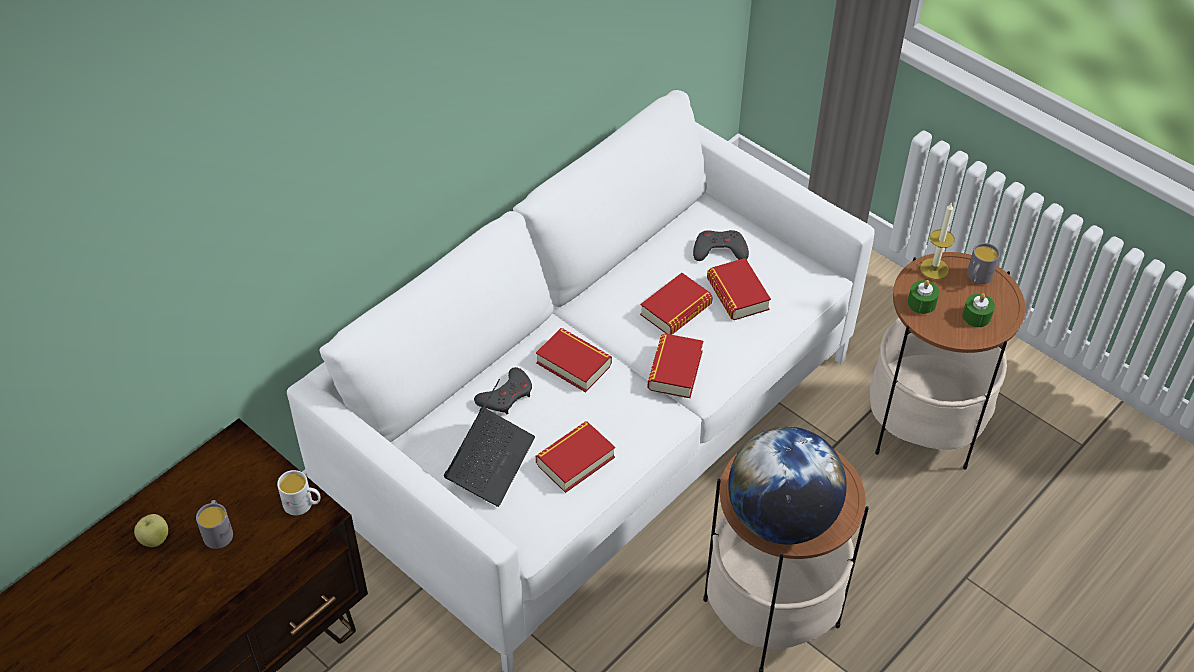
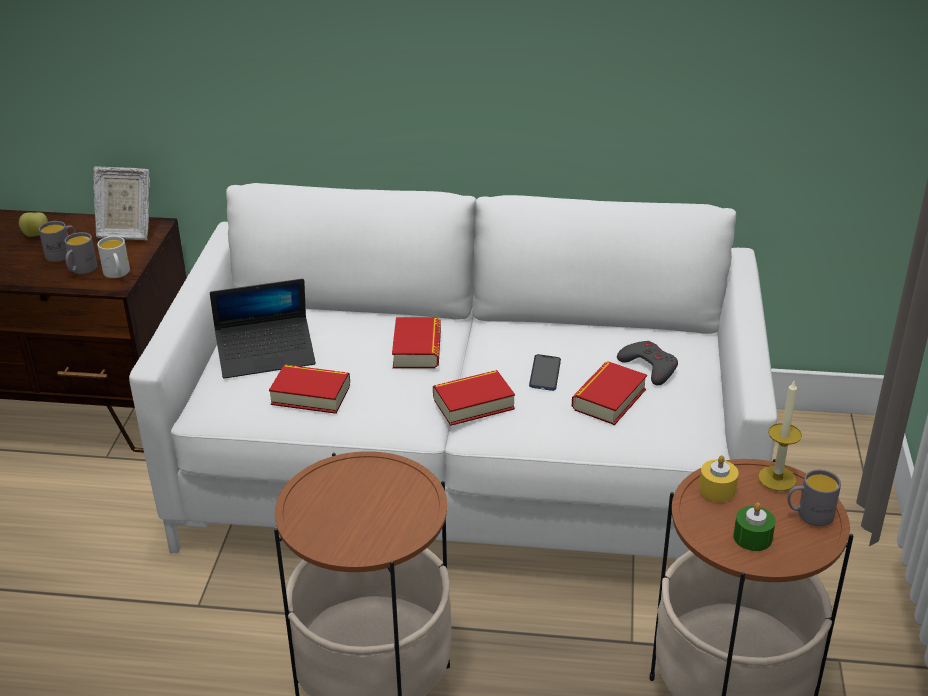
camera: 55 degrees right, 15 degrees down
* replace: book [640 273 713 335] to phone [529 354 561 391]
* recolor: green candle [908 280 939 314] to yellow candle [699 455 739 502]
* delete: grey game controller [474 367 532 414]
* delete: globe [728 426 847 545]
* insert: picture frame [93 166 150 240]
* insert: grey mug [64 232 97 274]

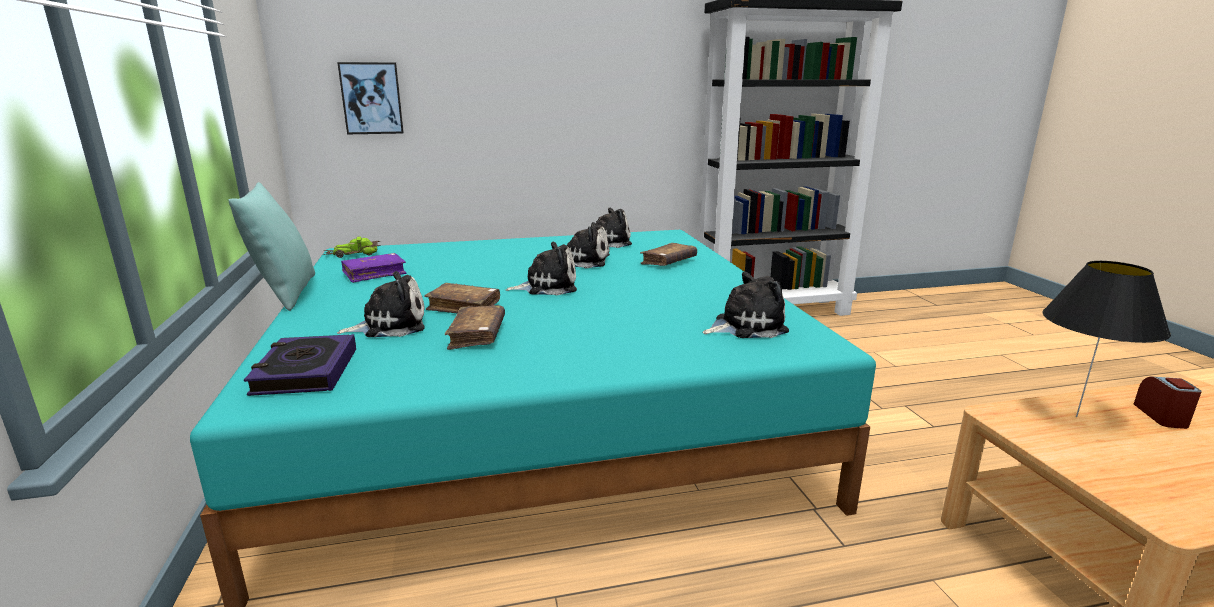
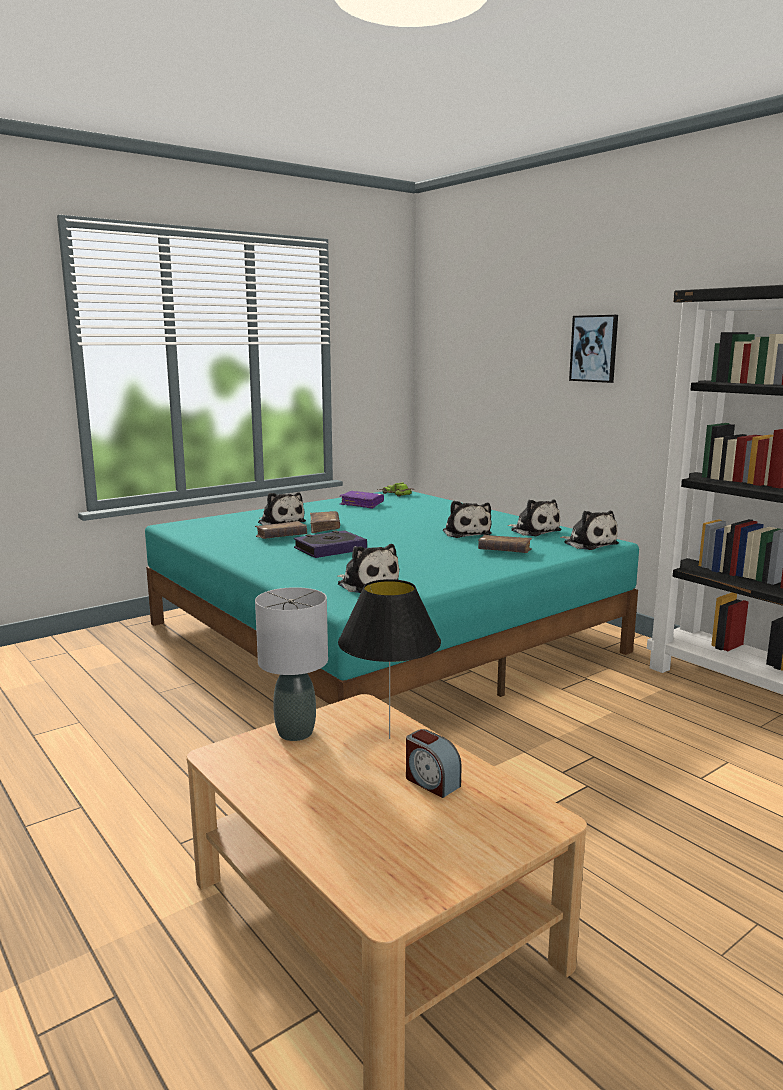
camera: 65 degrees right, 5 degrees down
* move: picture [337 62 404 134] to [569 315 618 383]
* delete: turquoise pillow [228 182 315 311]
* move: plush toy [505 242 577 295] to [560 511 619 550]
* move: book [244 334 356 396] to [294 530 367 558]
* rotate: alarm clock [1134 376 1202 429] = [406 729 462 798] 60 degrees clockwise
* insert: grey table lamp [255 587 328 741]

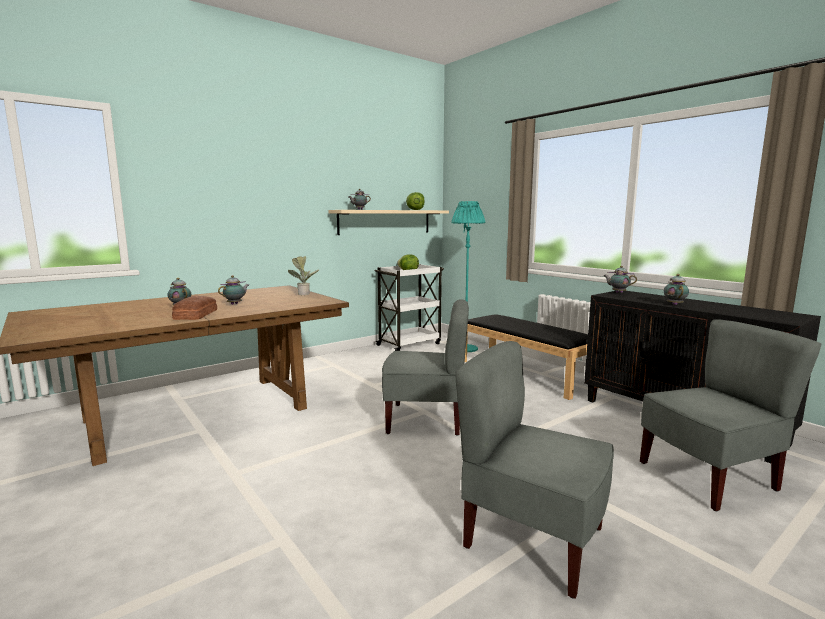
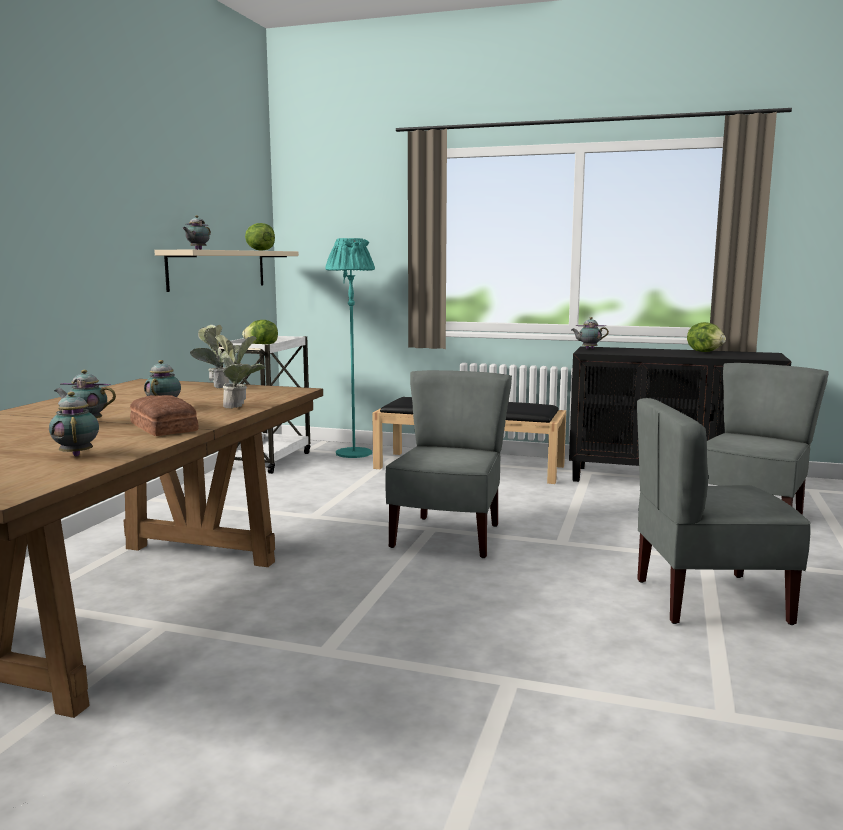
camera: 35 degrees left, 0 degrees up
* move: teapot [664 274 689 305] to [49 392 99 456]
* rotate: grey chair [382 300 469 436] = [386 370 512 558] 45 degrees counterclockwise
* insert: lettuce [687 322 726 352]
* insert: potted plant [215 335 265 409]

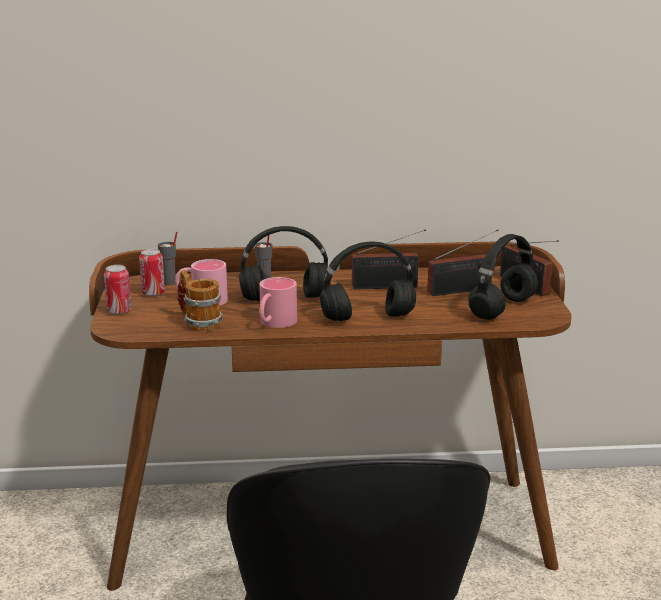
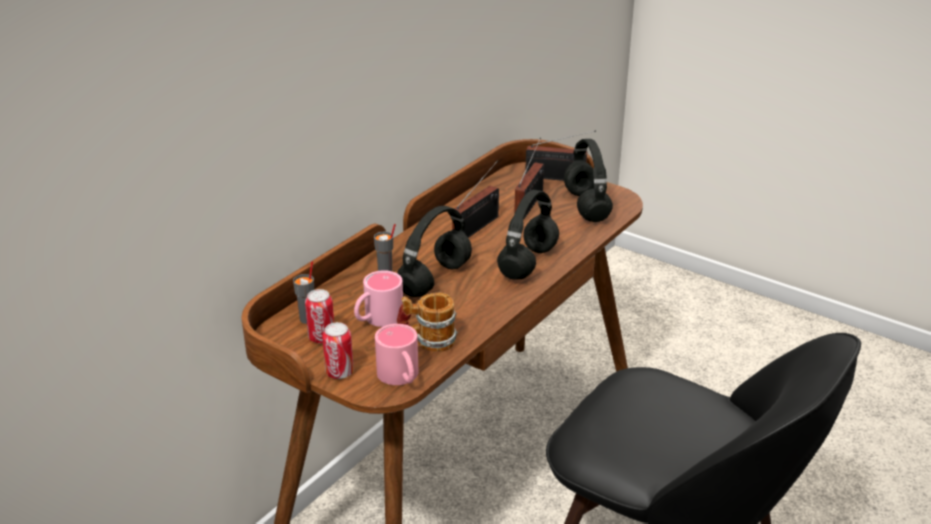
camera: 50 degrees left, 10 degrees up
* move: pink mug [259 277 297 328] to [375 324 418 385]

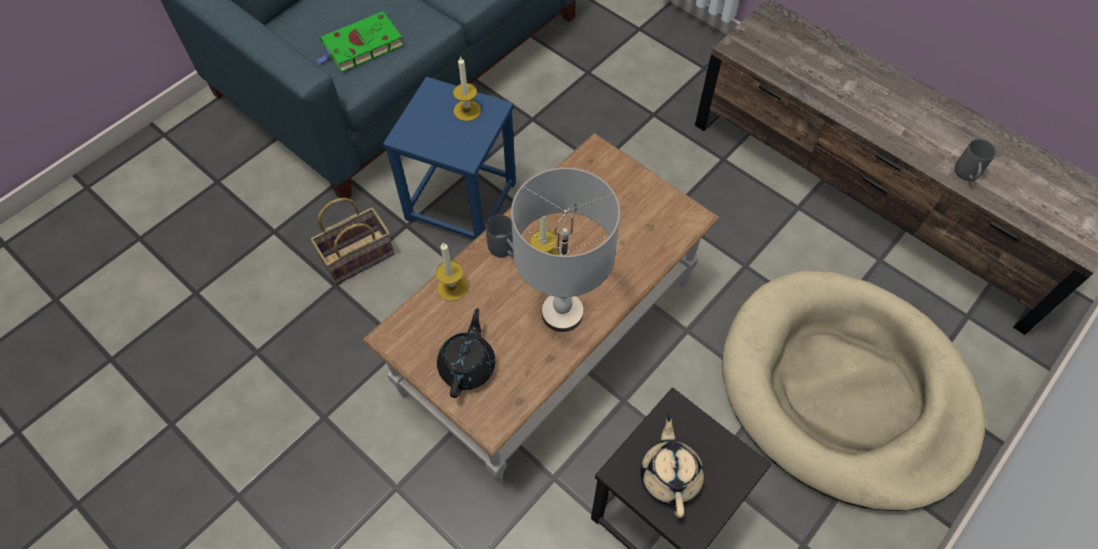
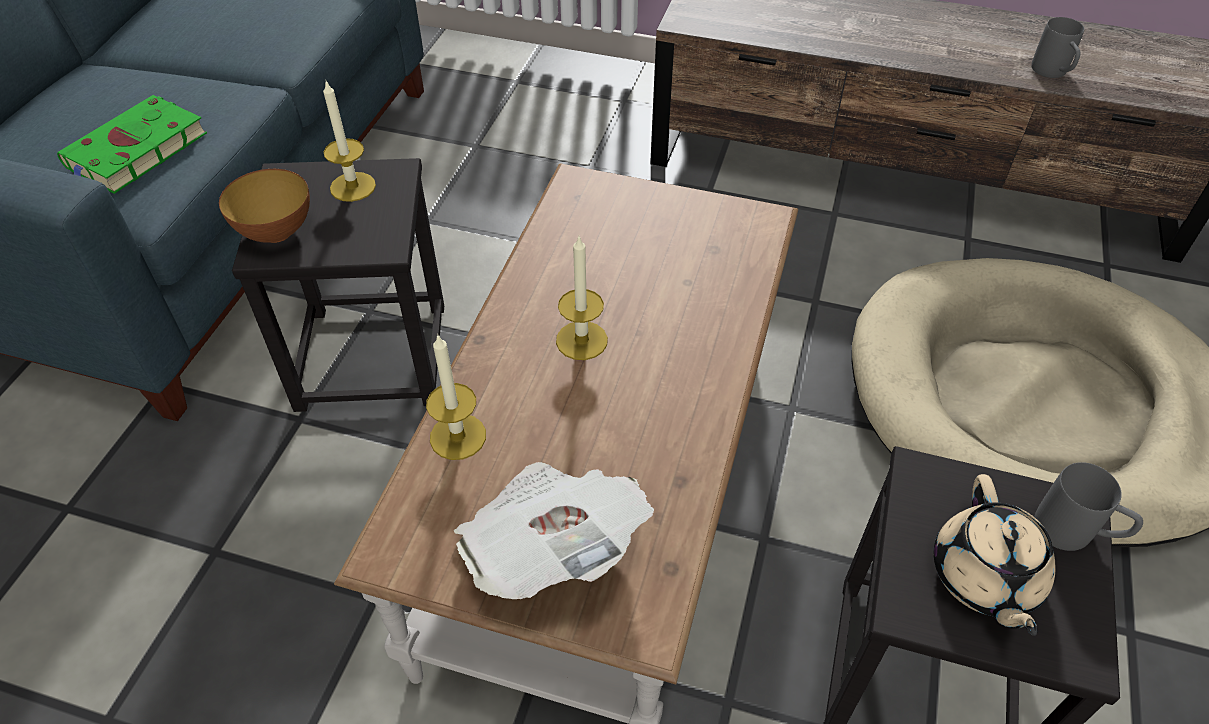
camera: 25 degrees left, 10 degrees down
* recolor: blue stool [383 77 516 239] to black stool [232 158 444 412]
* delete: grey table lamp [511 168 620 332]
* delete: basket [311 198 395 285]
* move: grey mug [486 215 514 257] to [1034 462 1143 551]
* replace: black teapot [437 308 495 398] to newspaper [454 462 654 599]
* rotate: beige teapot [640 413 704 518] = [933 474 1056 636] 150 degrees counterclockwise
* insert: bowl [219 169 310 243]

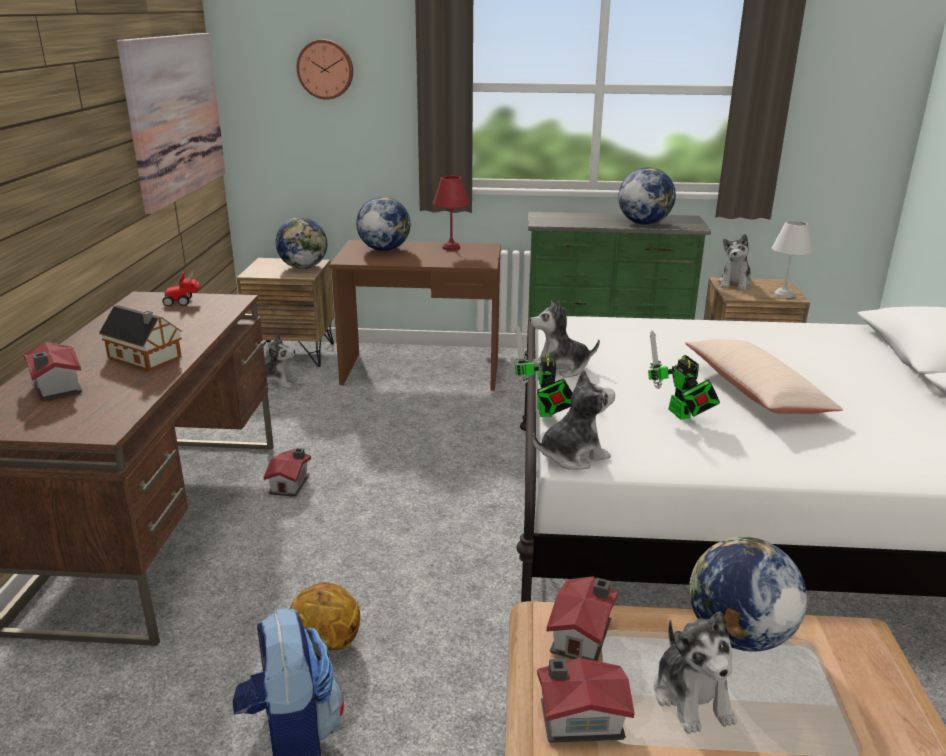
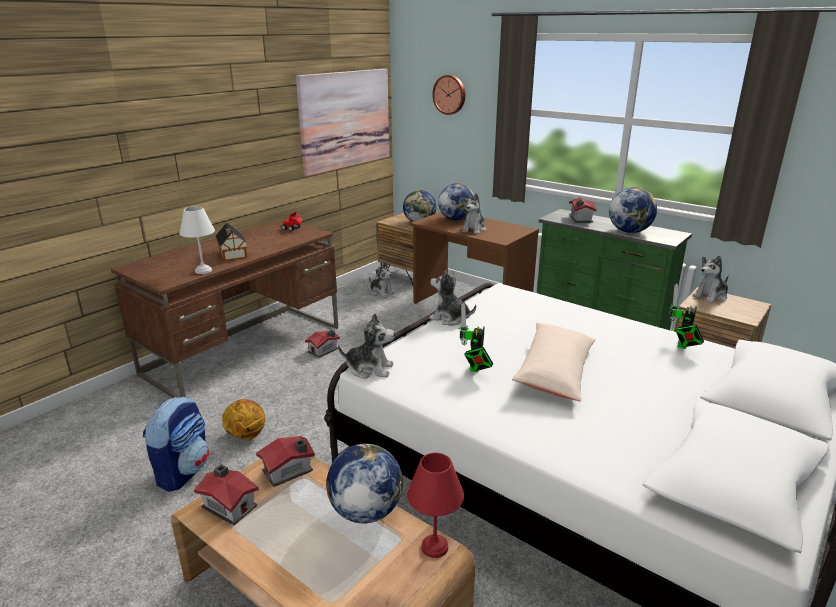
camera: 35 degrees right, 0 degrees up
* move: red table lamp [433 176 470 251] to [407 453 464 558]
* move: white table lamp [772 221 812 298] to [179 206 215 274]
* move: toy robot [514 326 572 417] to [669 283 704 349]
* move: toy house [23 342 82 401] to [569 197 597 223]
* move: plush toy [654 612 737 734] to [462 193 486 234]

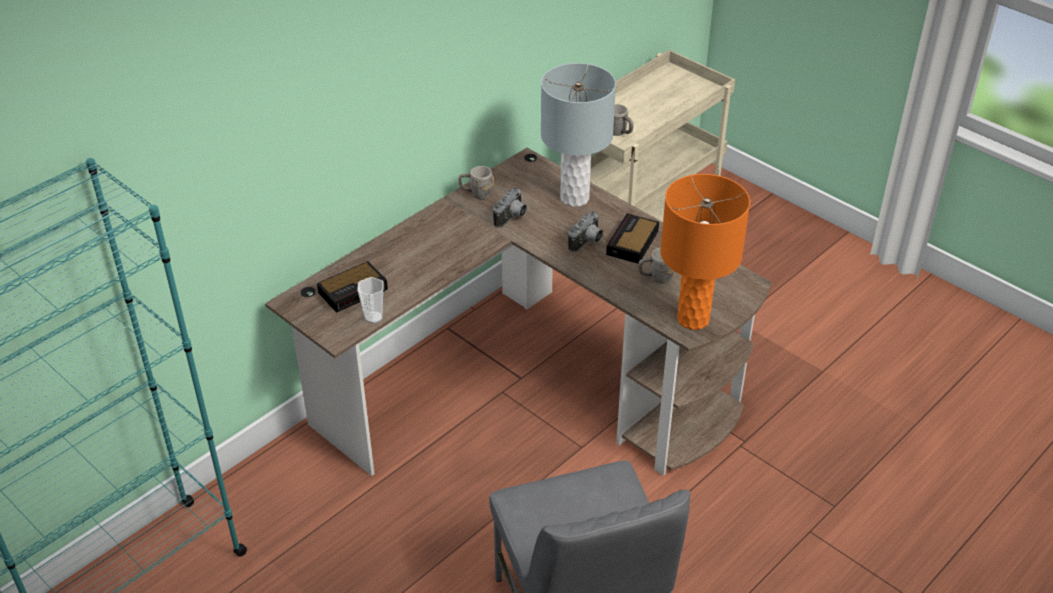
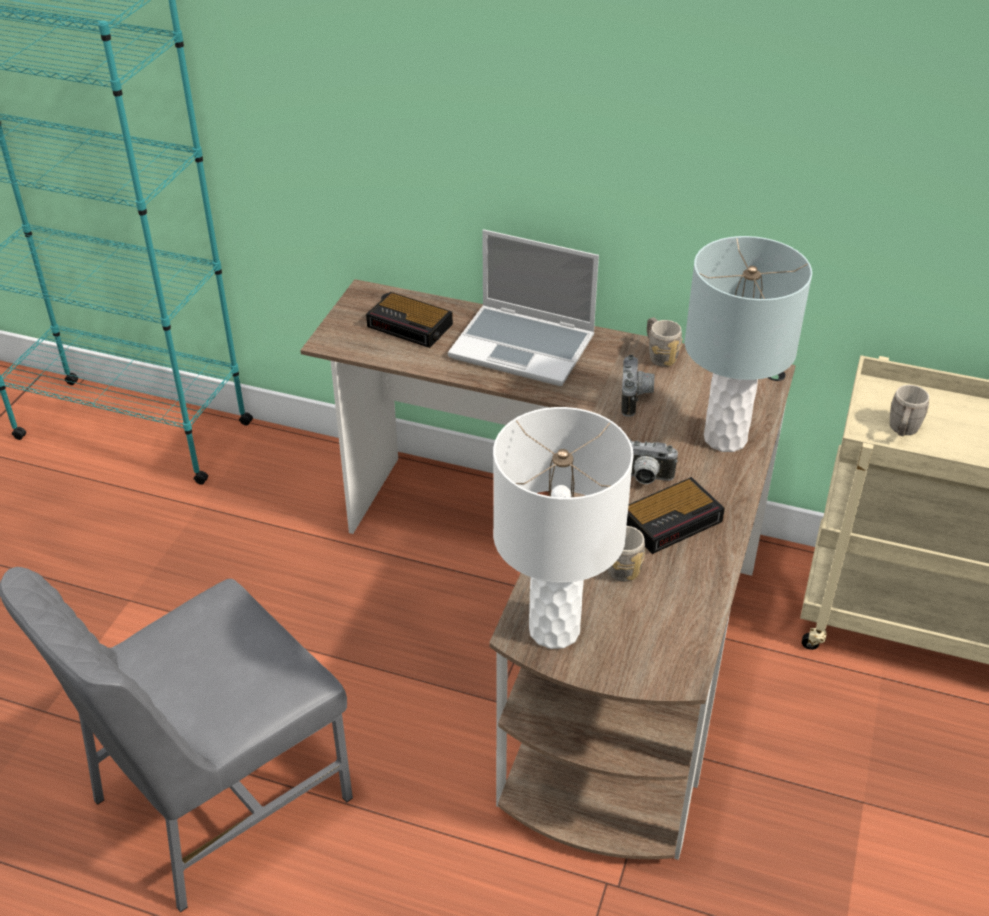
camera: 65 degrees right, 0 degrees up
* recolor: orange table lamp [660 174 750 330] to white table lamp [493 407 634 649]
* rotate: photo camera [493 187 527 228] = [621 355 654 417] 90 degrees counterclockwise
* rotate: alarm clock [606 213 659 264] = [627 477 725 554] 150 degrees clockwise
* delete: cup [357 277 384 324]
* insert: laptop [448 229 599 386]

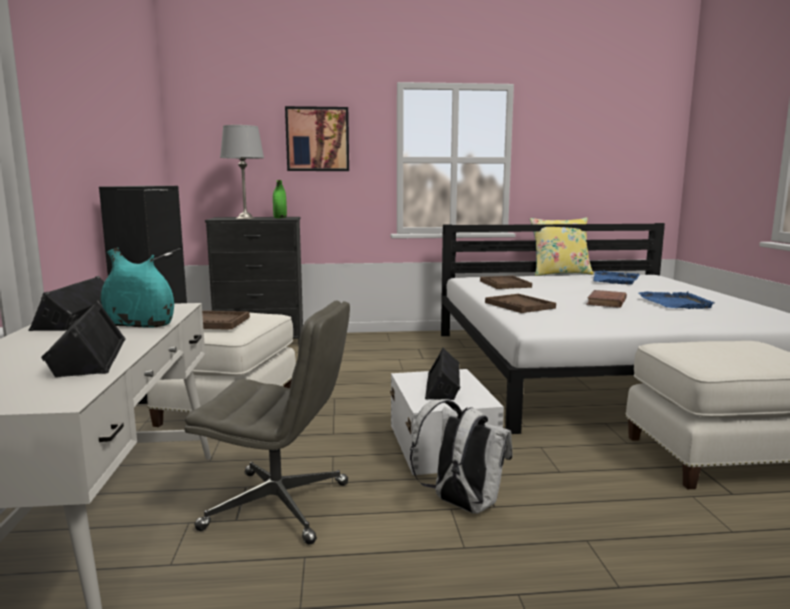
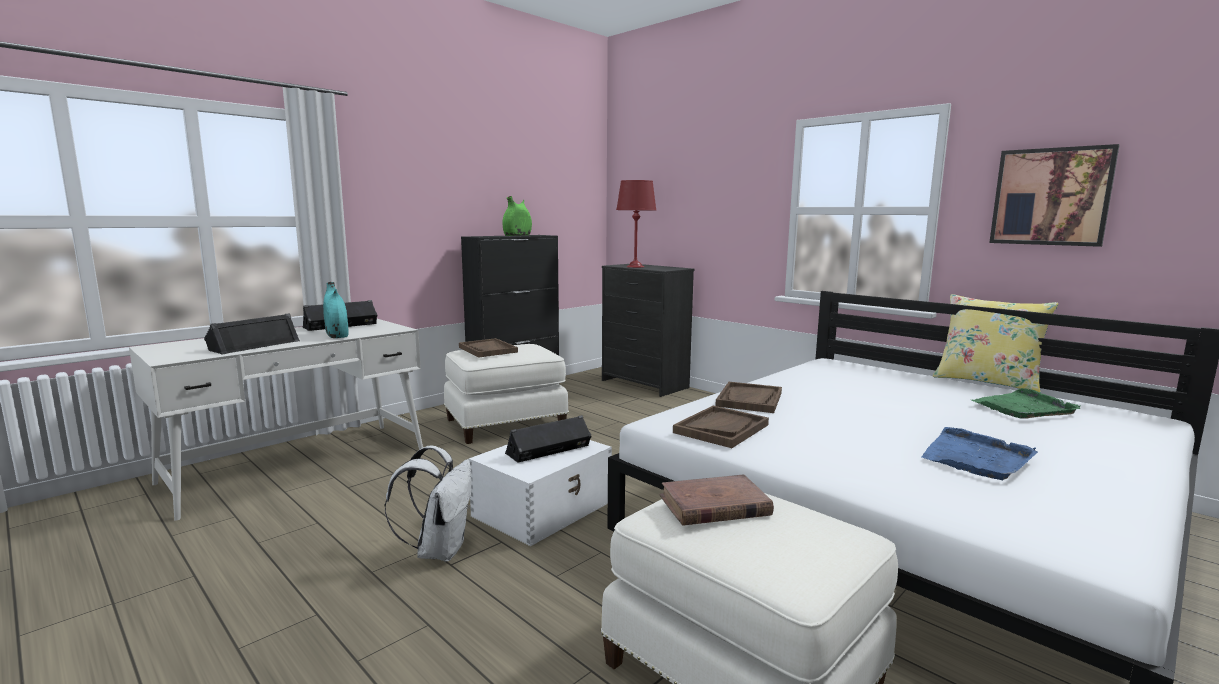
camera: 50 degrees right, 0 degrees up
* move: picture [285 106 349 171] to [989 144 1120 247]
* recolor: grey table lamp [220 125 264 219] to red table lamp [616 180 656 268]
* move: green vase [273 180 287 218] to [502 196 532 236]
* recolor: blue tray [594 271 639 285] to green tray [972 388 1081 419]
* move: brown tray [480 276 532 289] to [673 406 769 448]
* move: brown book [586 290 627 308] to [659 474 774 526]
* delete: grey office chair [184 300 350 544]

